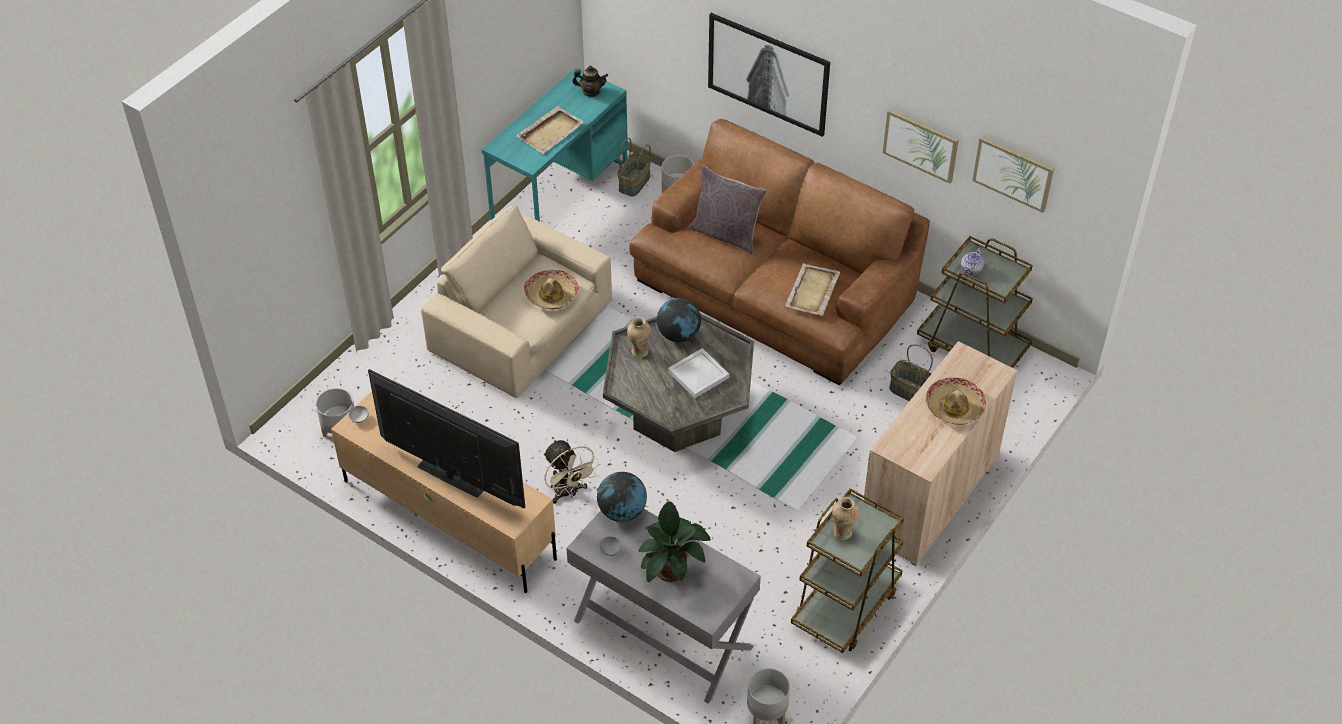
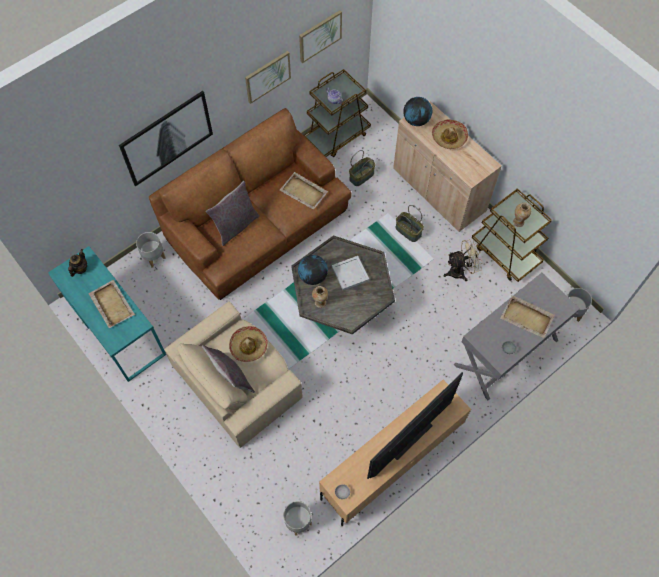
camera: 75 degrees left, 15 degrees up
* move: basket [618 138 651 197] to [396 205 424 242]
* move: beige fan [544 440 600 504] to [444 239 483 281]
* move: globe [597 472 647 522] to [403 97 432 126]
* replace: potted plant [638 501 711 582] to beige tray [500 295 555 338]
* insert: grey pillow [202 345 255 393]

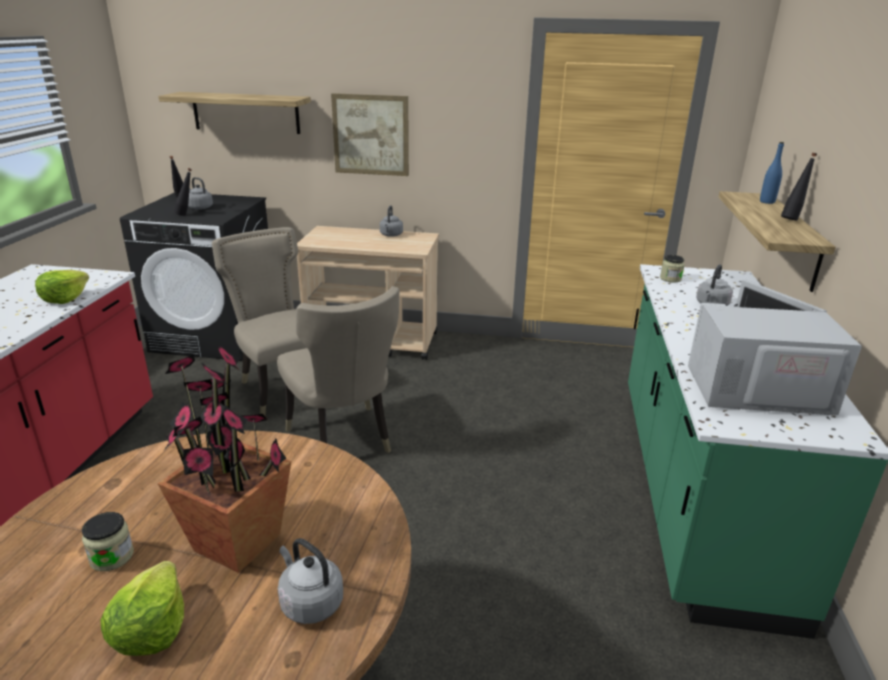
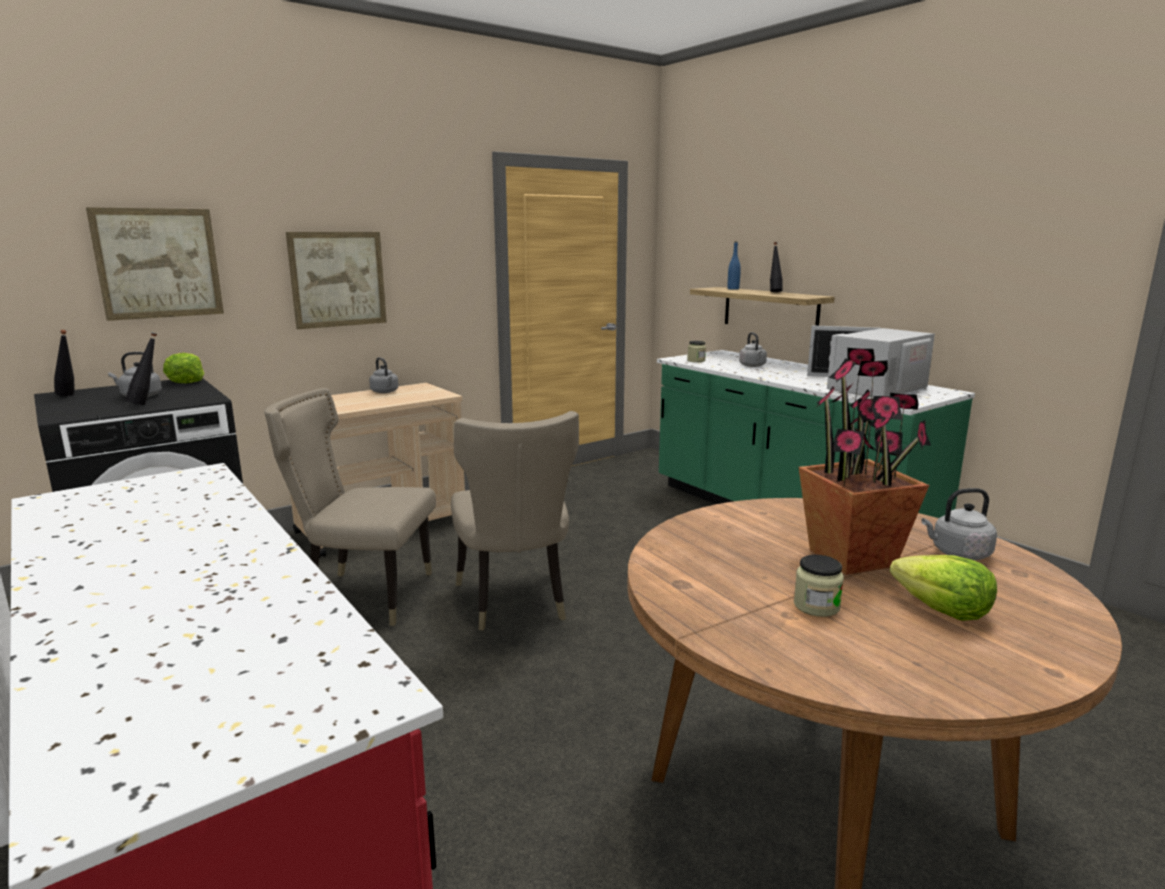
camera: 45 degrees left, 10 degrees down
* replace: shelf [158 92 311 134] to picture [86 207 224 321]
* move: lettuce [35 270 89 304] to [163 353 204 383]
* rotate: beige chair [277 286 400 453] = [451 411 579 630] 60 degrees clockwise

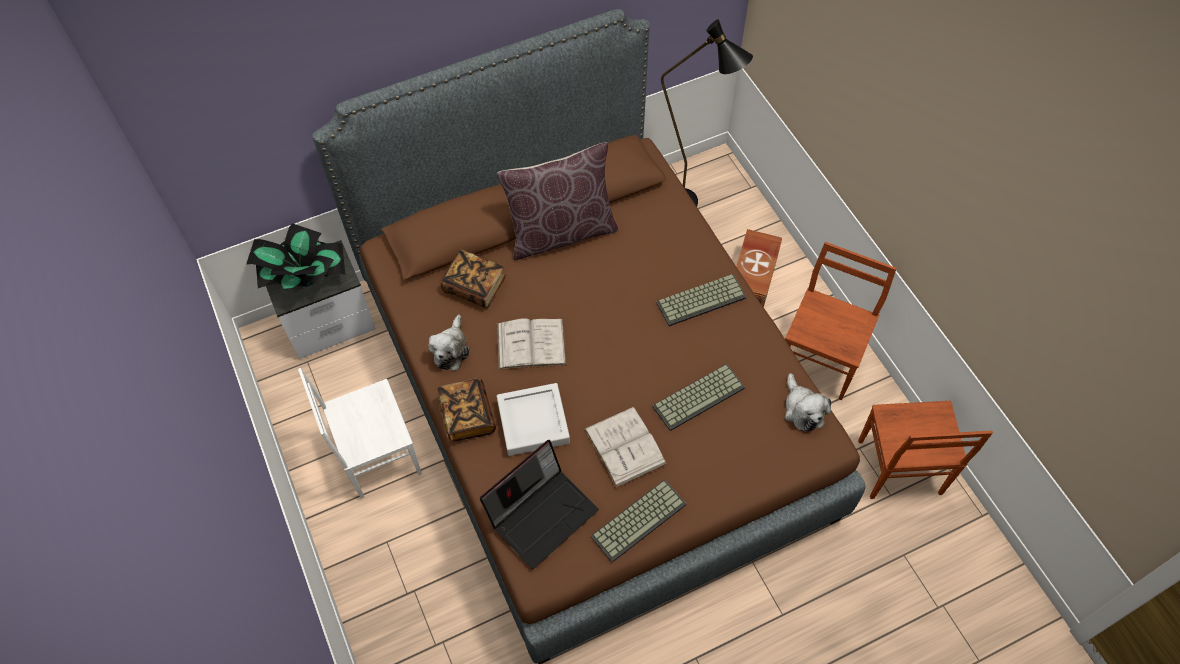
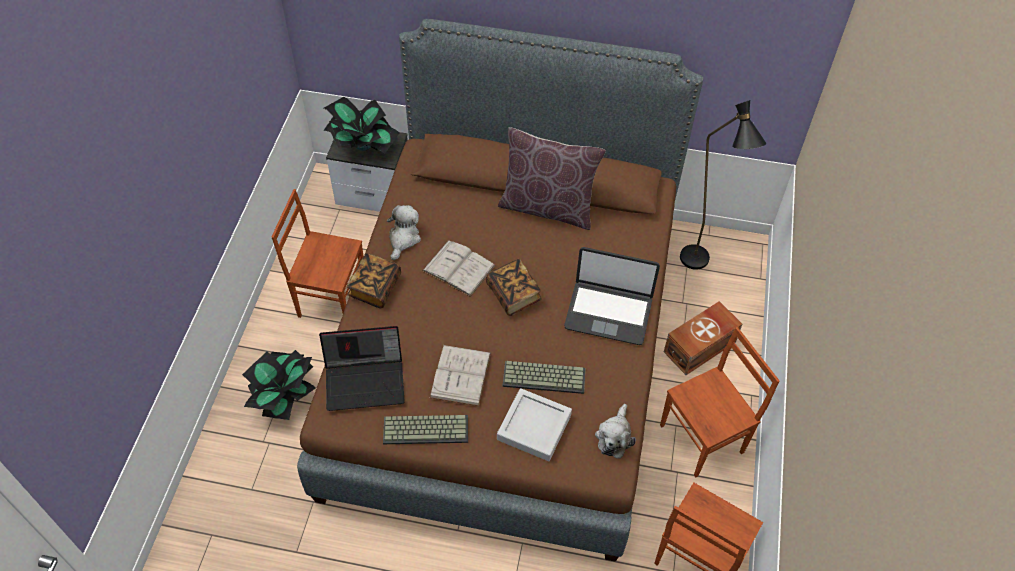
camera: 35 degrees right, 5 degrees down
* move: book [441 249 506 309] to [486 259 542 316]
* replace: keyboard [656 274 747 326] to laptop [564 247 660 345]
* rotate: plush toy [429 315 469 371] = [387 205 421 260] 150 degrees clockwise
* recolor: white chair [298 368 422 499] to brown chair [272 189 364 318]
* move: grey tray [497 383 570 456] to [497 388 572 461]
* insert: potted plant [242 350 316 420]

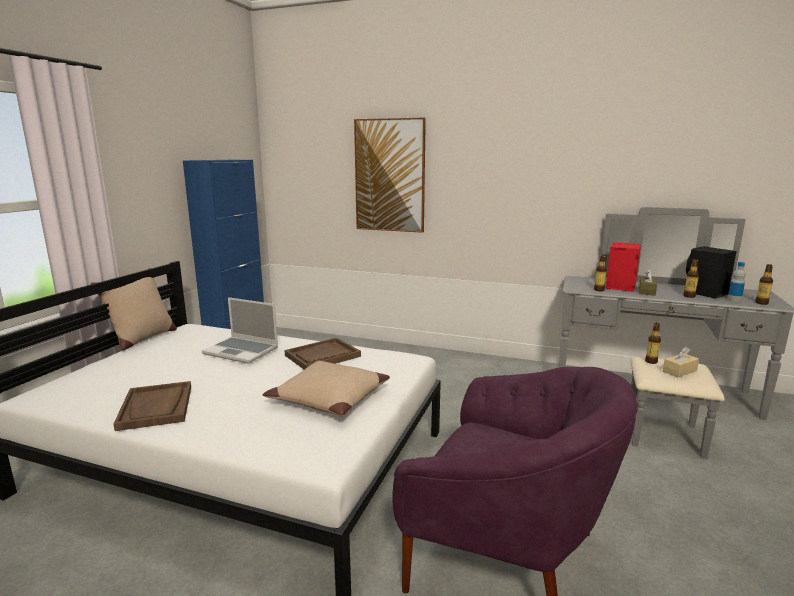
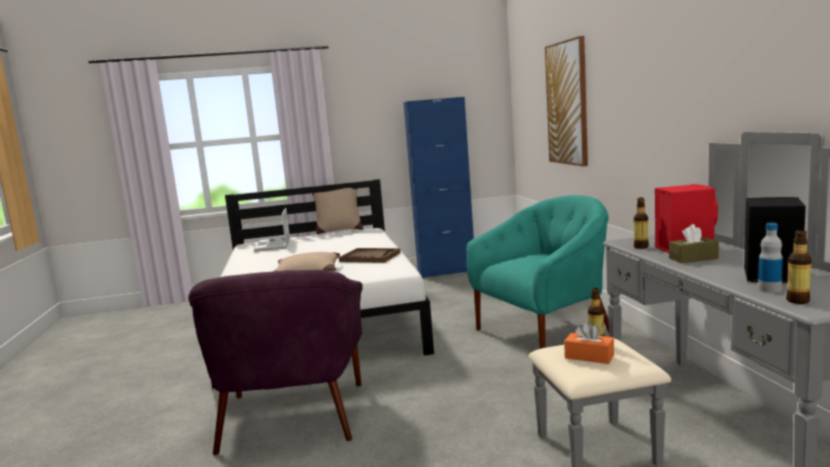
camera: 60 degrees right, 5 degrees down
* delete: bottle [683 259 699 298]
* move: laptop [202 297 278 364] to [254 208 290 251]
* recolor: beige tissue box [663 347 699 377] to orange tissue box [564 322 614 364]
* delete: brown tray [114 381 191 431]
* insert: turquoise armchair [466 195 609 349]

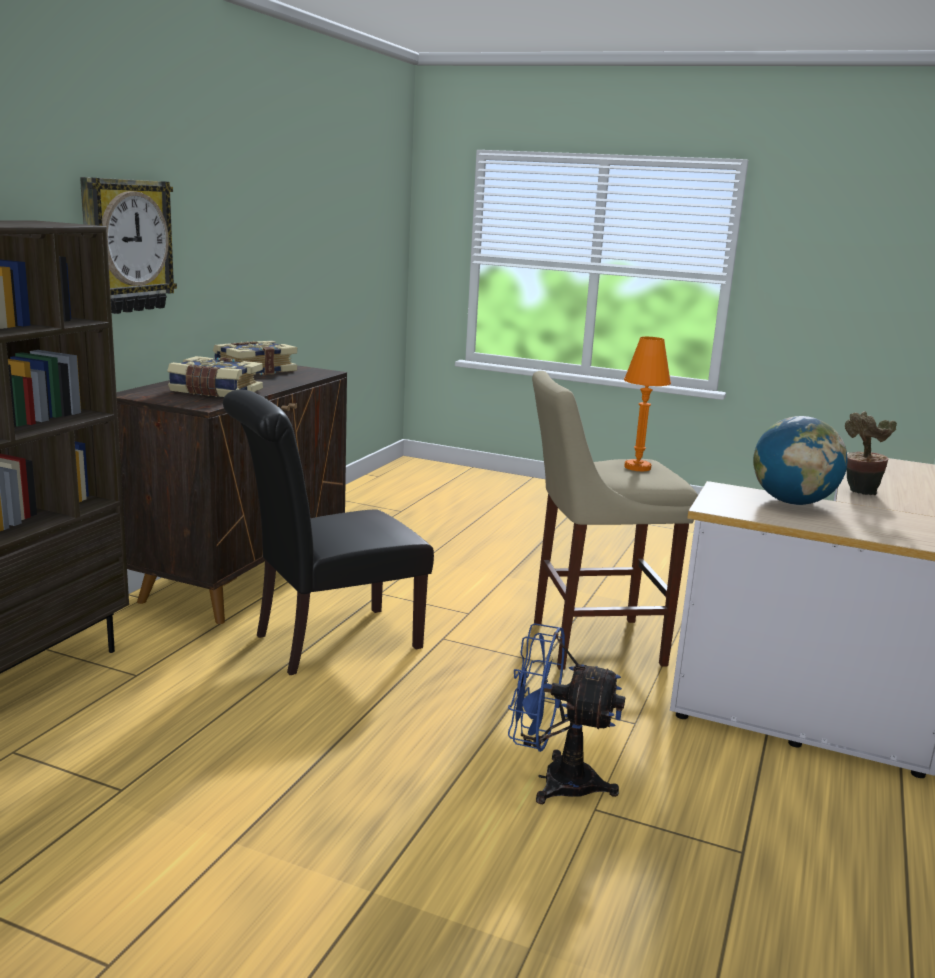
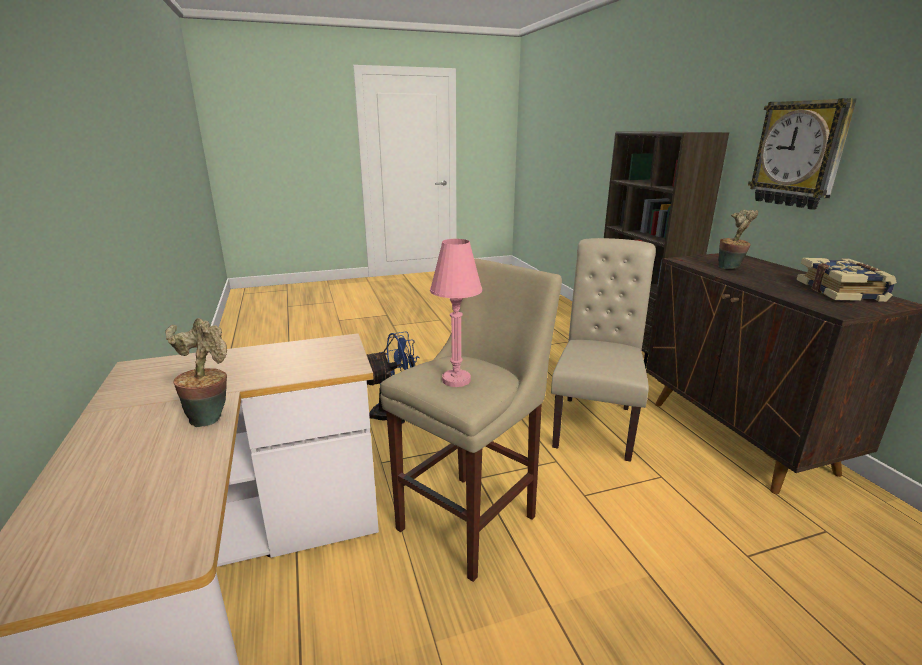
camera: 140 degrees right, 5 degrees up
* recolor: orange table lamp [624 337 671 472] to pink table lamp [430 239 482 387]
* replace: book [167 356 263 397] to potted plant [718 210 758 269]
* recolor: black chair [223 390 434 675] to beige chair [551 238 656 462]
* delete: globe [753 416 848 505]

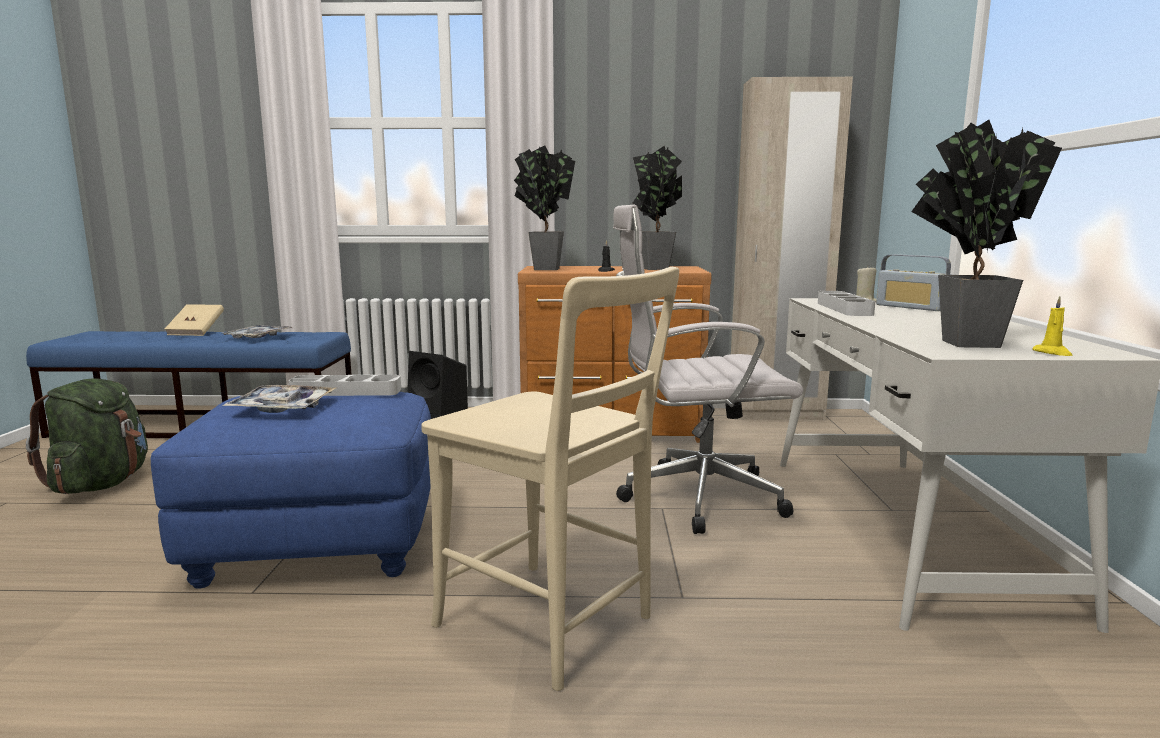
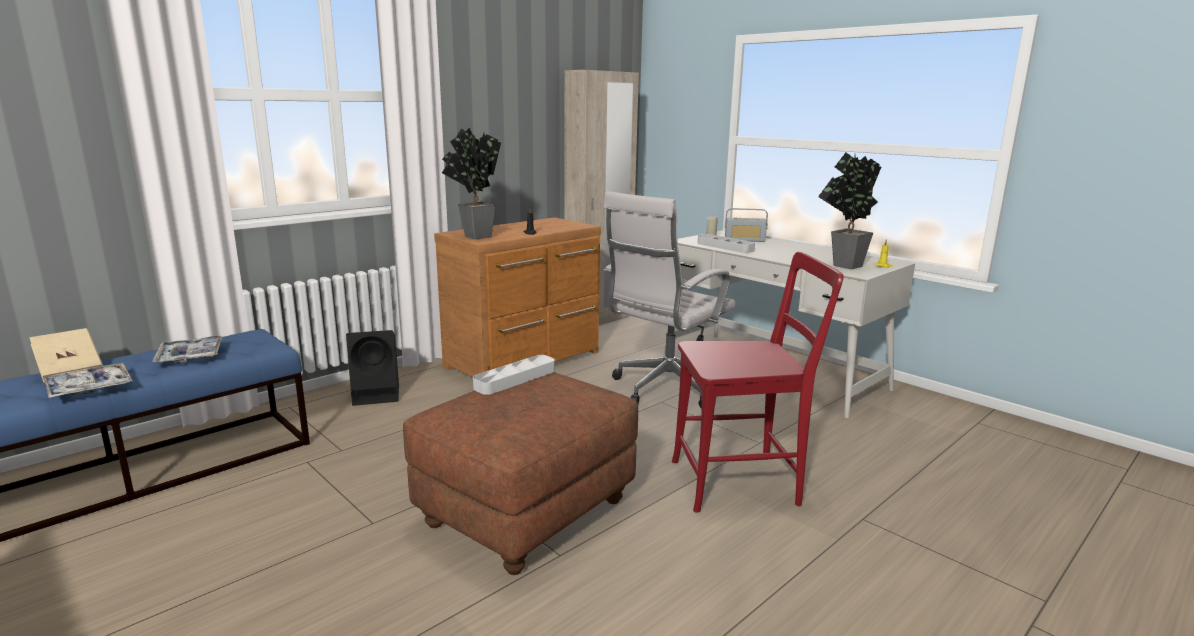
camera: 45 degrees left, 5 degrees up
* delete: potted plant [633 145 682 270]
* recolor: beige chair [421 267 679 691] to red chair [672 252 844 513]
* delete: green backpack [26 378 148 494]
* move: tray [223 385 338 413] to [44 363 132 398]
* recolor: blue ottoman [151 392 431 589] to brown ottoman [403 372 638 575]

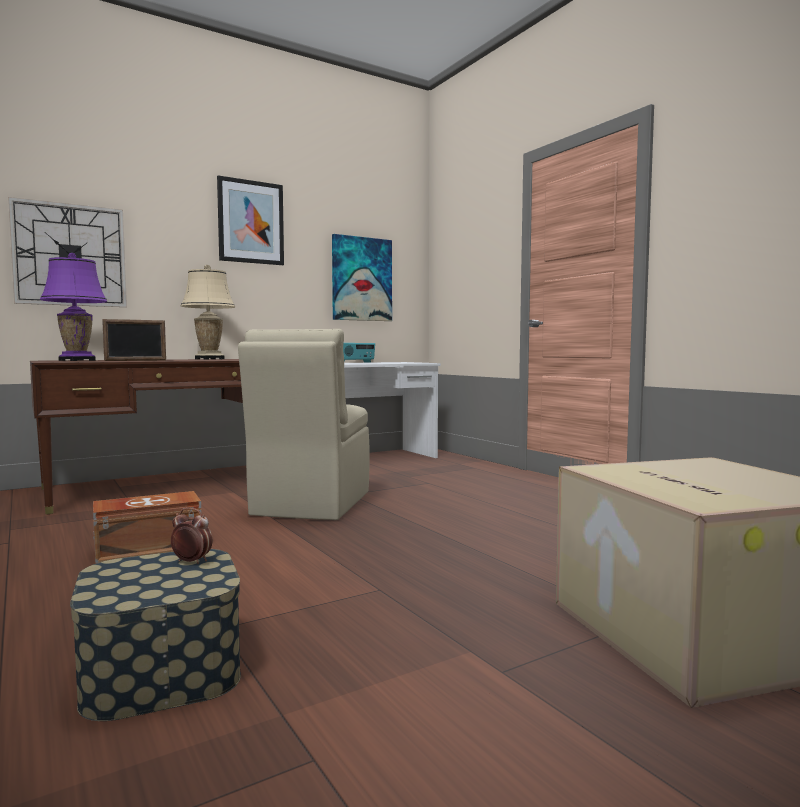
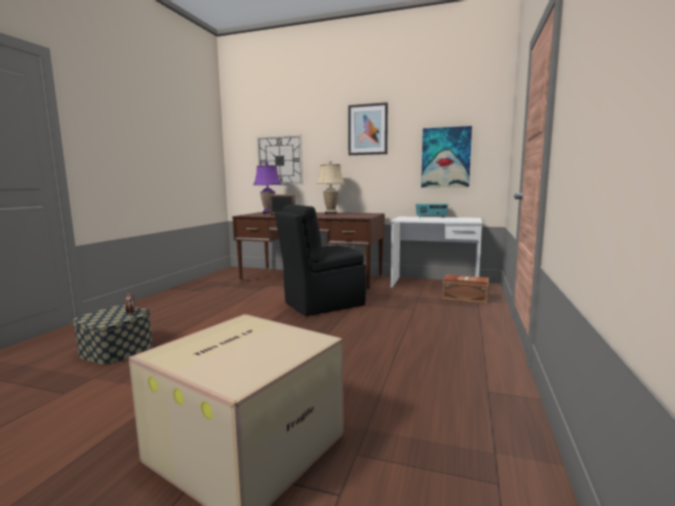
camera: 50 degrees right, 5 degrees up
* recolor: beige chair [238 329 370 520] to black chair [275 204 366 316]
* move: brown storage box [93 491 202 563] to [443 274 489 304]

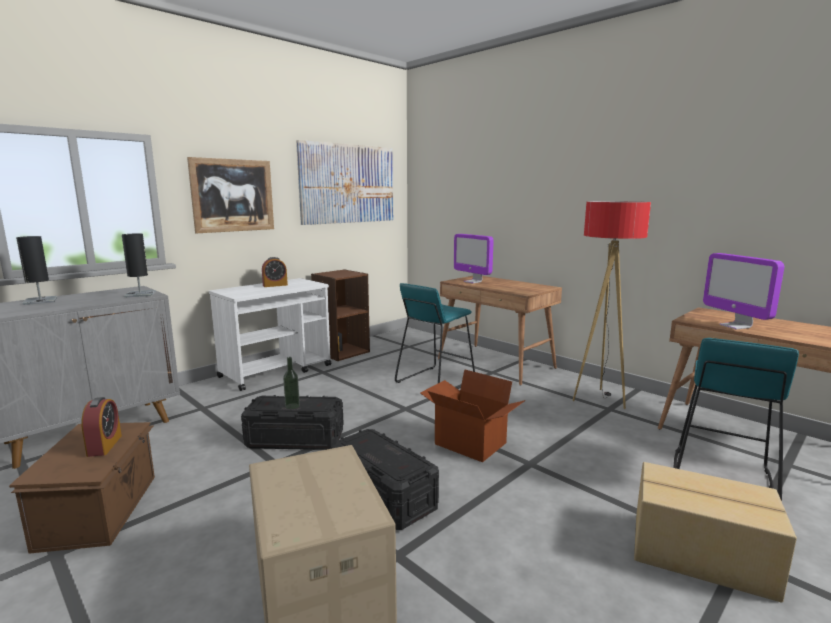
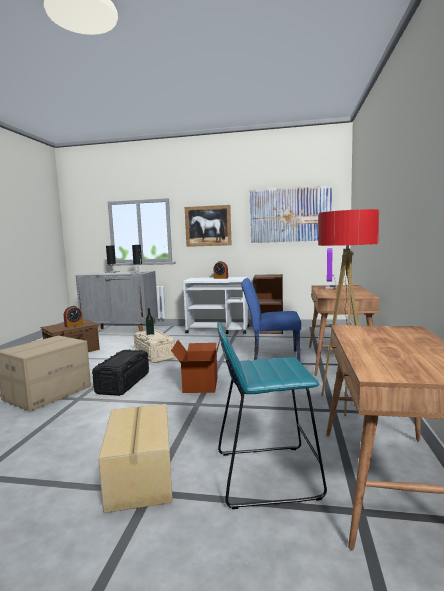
camera: 55 degrees right, 5 degrees down
* delete: monitor [703 253 784 329]
* replace: turquoise stool [395 283 475 389] to blue chair [241 278 301 361]
* recolor: black storage box [241 395 344 450] to beige storage box [134 329 175 363]

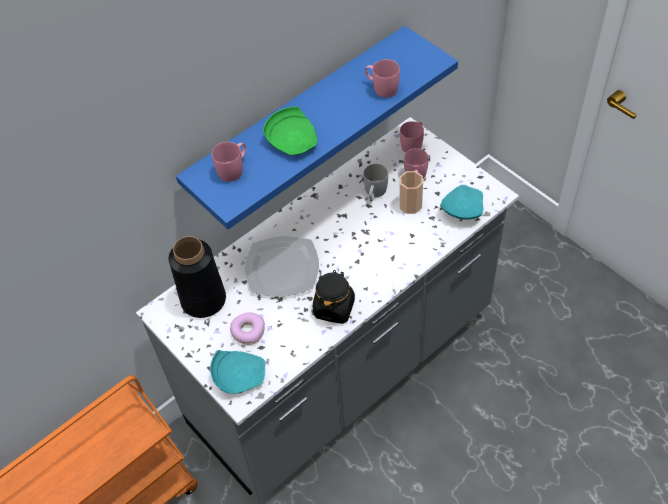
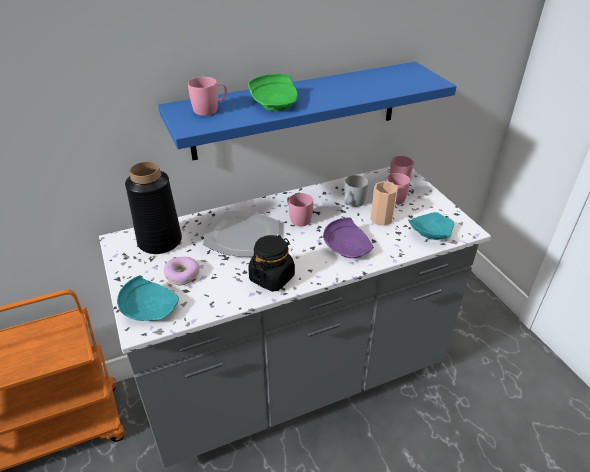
camera: 15 degrees right, 15 degrees down
* move: pink mug [365 59 400 98] to [287 193 313 226]
* insert: purple plate [323 217 373 258]

